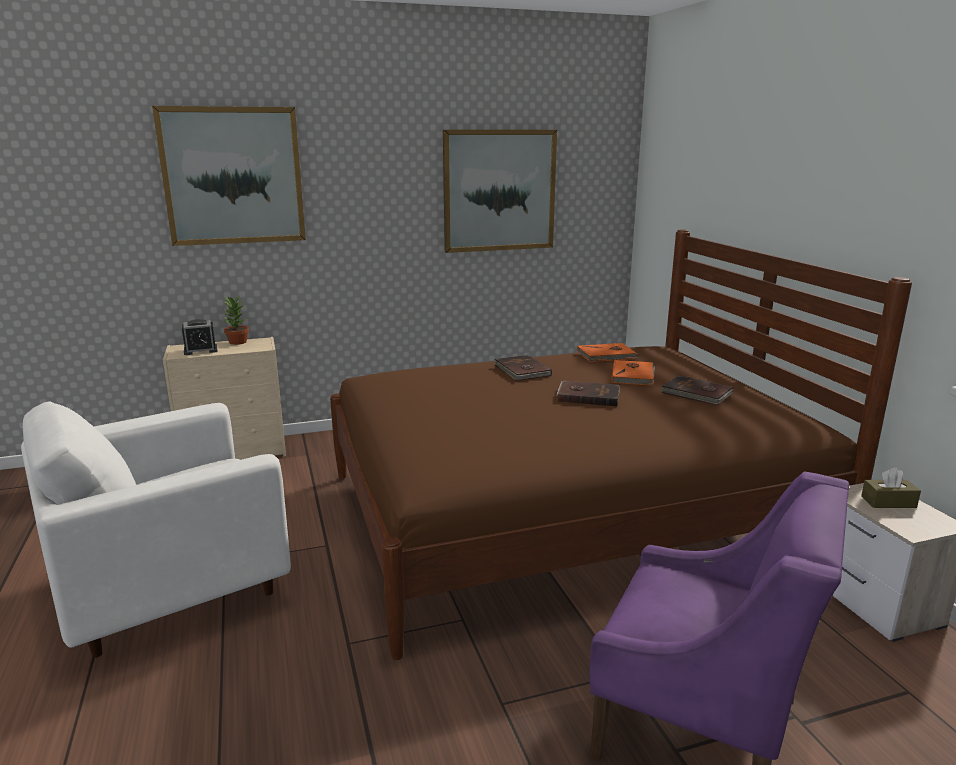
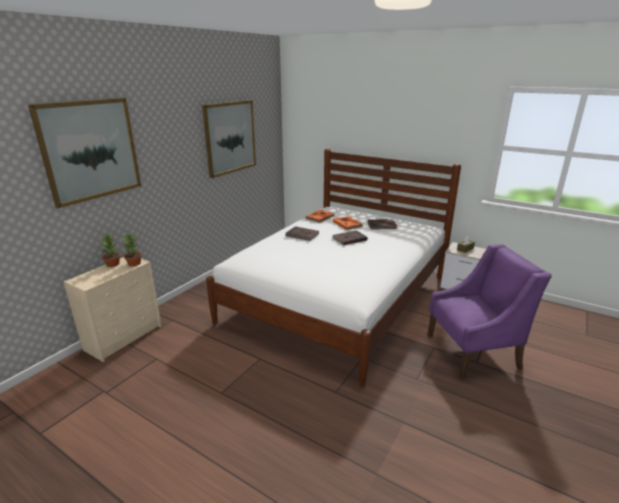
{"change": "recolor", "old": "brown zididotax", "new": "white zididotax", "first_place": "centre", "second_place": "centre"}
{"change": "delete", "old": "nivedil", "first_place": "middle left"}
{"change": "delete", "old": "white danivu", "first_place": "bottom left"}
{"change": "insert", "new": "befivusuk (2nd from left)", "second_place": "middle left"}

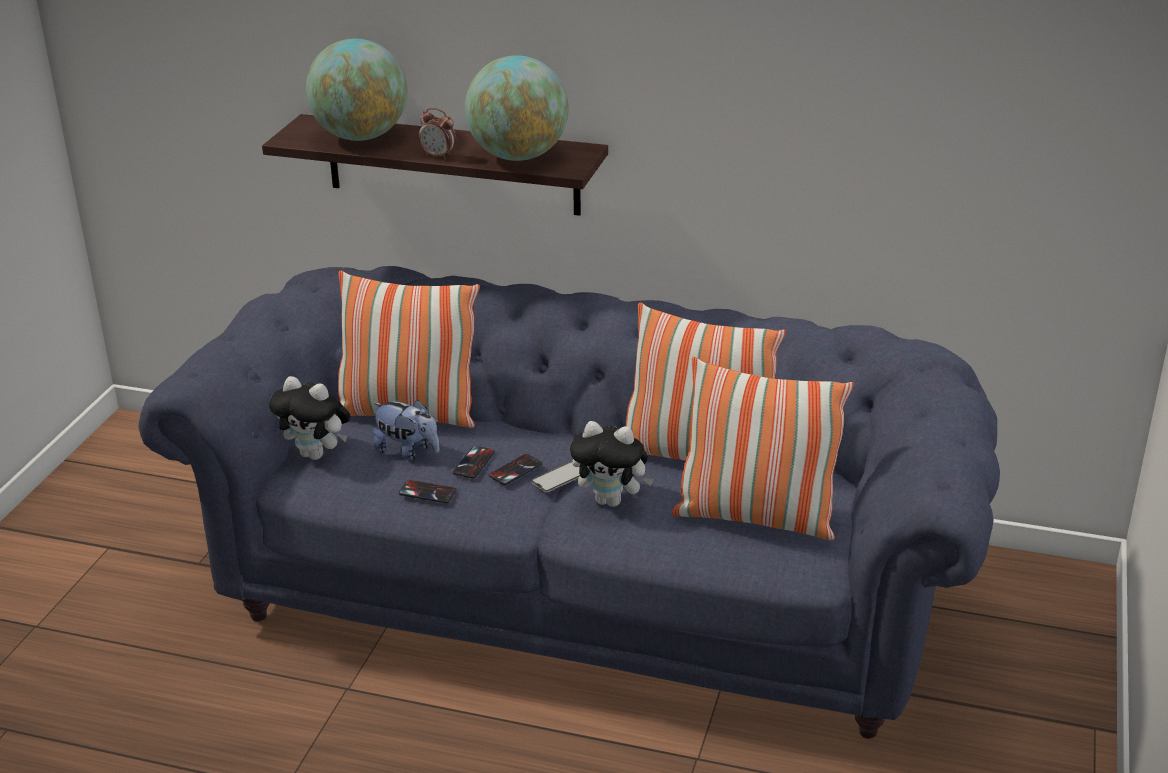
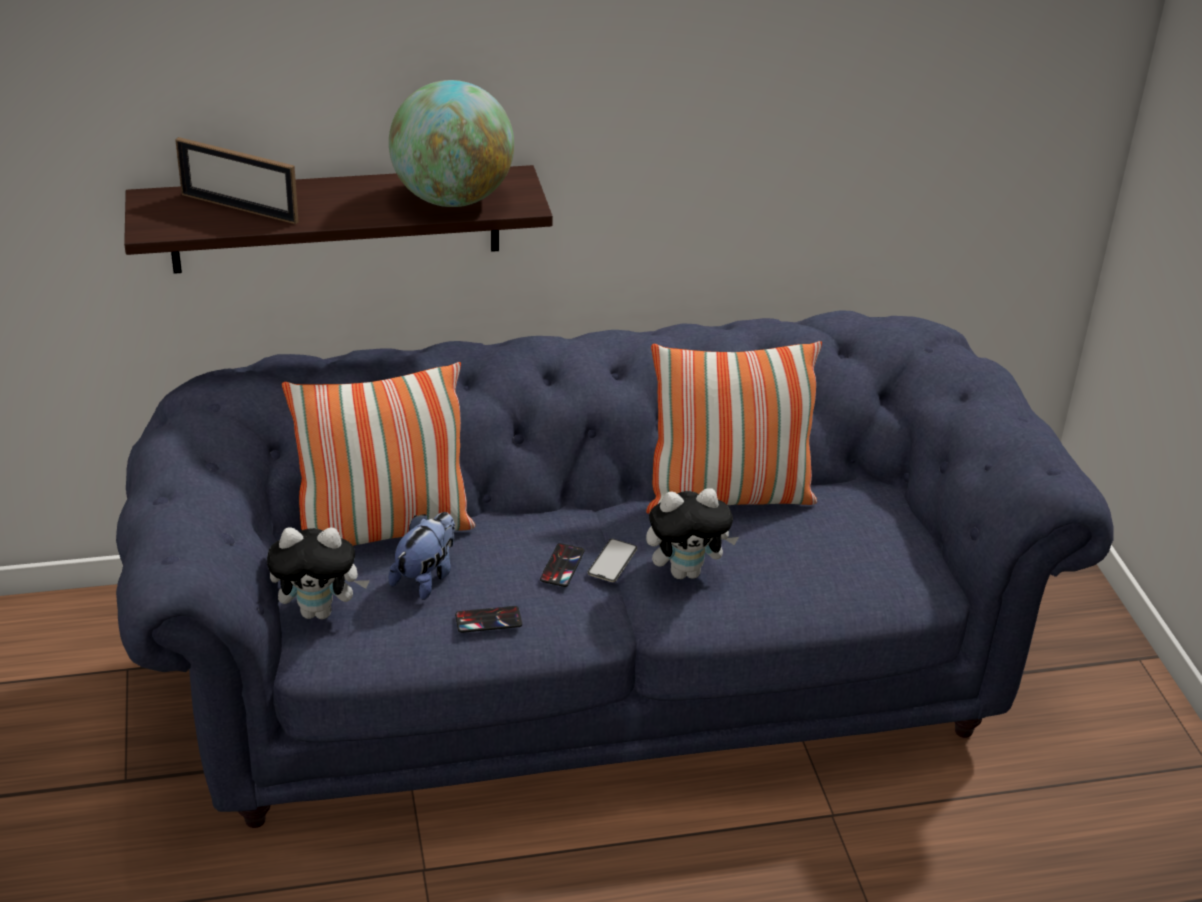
{"change": "replace", "old": "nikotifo (1st from left)", "new": "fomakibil", "first_place": "top left", "second_place": "top left"}
{"change": "delete", "old": "nivedil", "first_place": "top centre"}
{"change": "delete", "old": "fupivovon (3rd from left)", "first_place": "centre"}
{"change": "rotate", "old": "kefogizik (2nd from left)", "first_place": "centre", "second_place": "centre", "degrees": -60}
{"change": "delete", "old": "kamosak (2nd from left)", "first_place": "centre"}

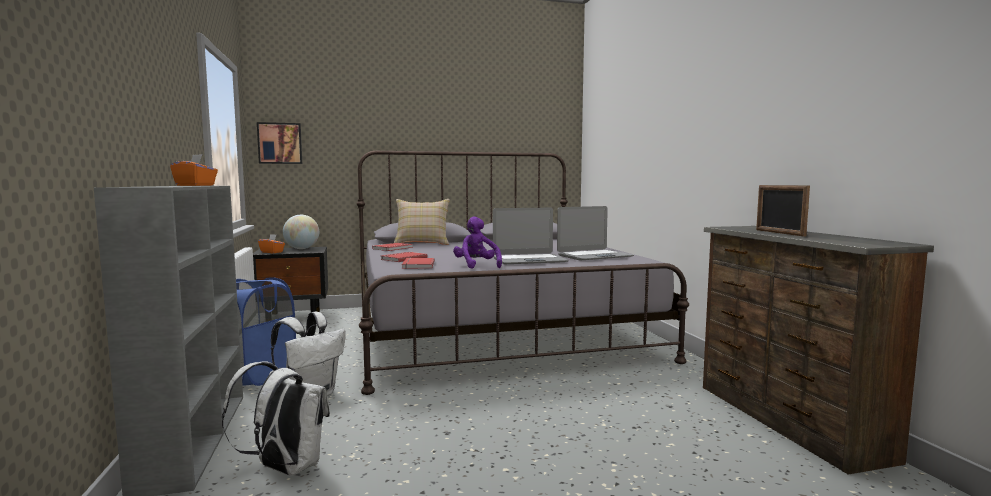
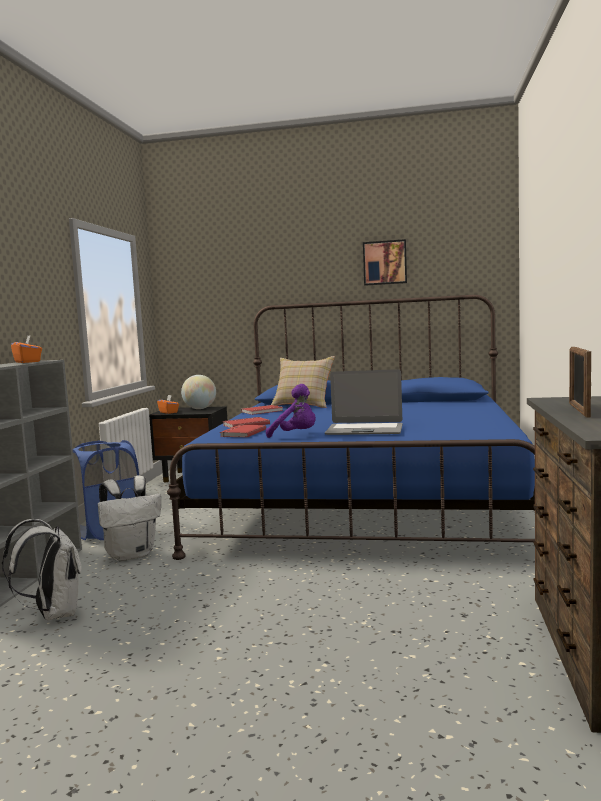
{"change": "move", "old": "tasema", "first_place": "top left", "second_place": "top centre"}
{"change": "recolor", "old": "grey zididotax", "new": "blue zididotax", "first_place": "centre", "second_place": "centre"}
{"change": "delete", "old": "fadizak (2nd from left)", "first_place": "centre"}
{"change": "rotate", "old": "purple kefogizik", "first_place": "centre", "second_place": "centre", "degrees": 120}

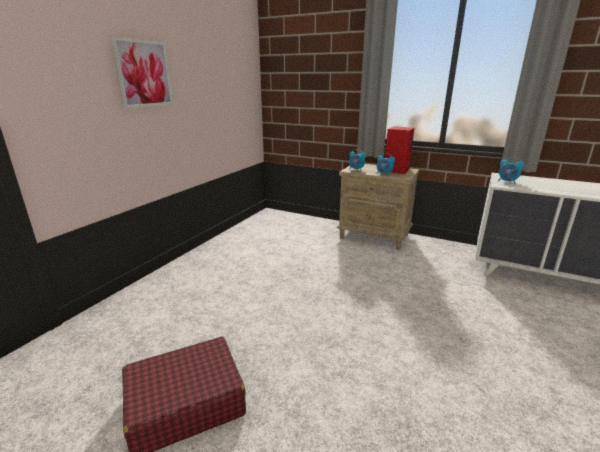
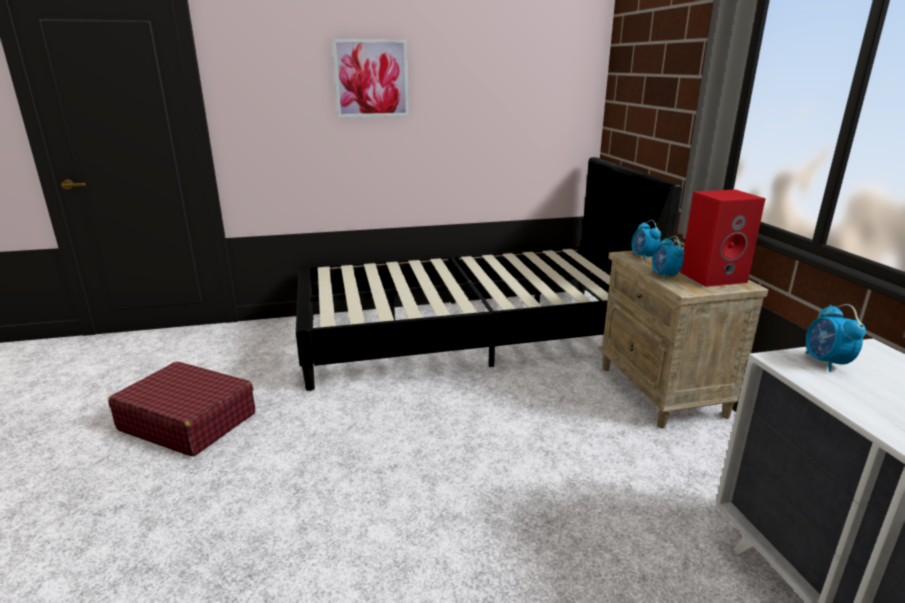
{"change": "insert", "new": "black zididotax", "second_place": "centre"}

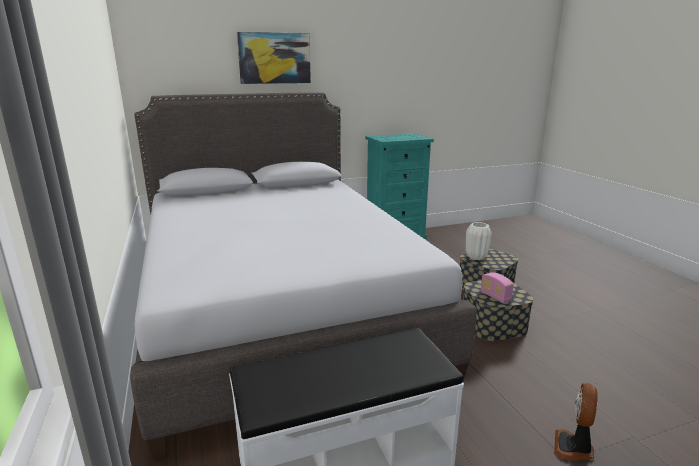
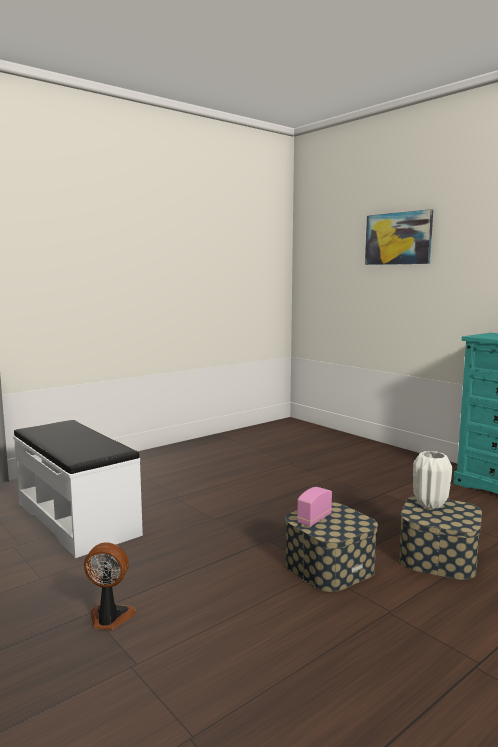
{"change": "delete", "old": "grey zididotax", "first_place": "centre"}

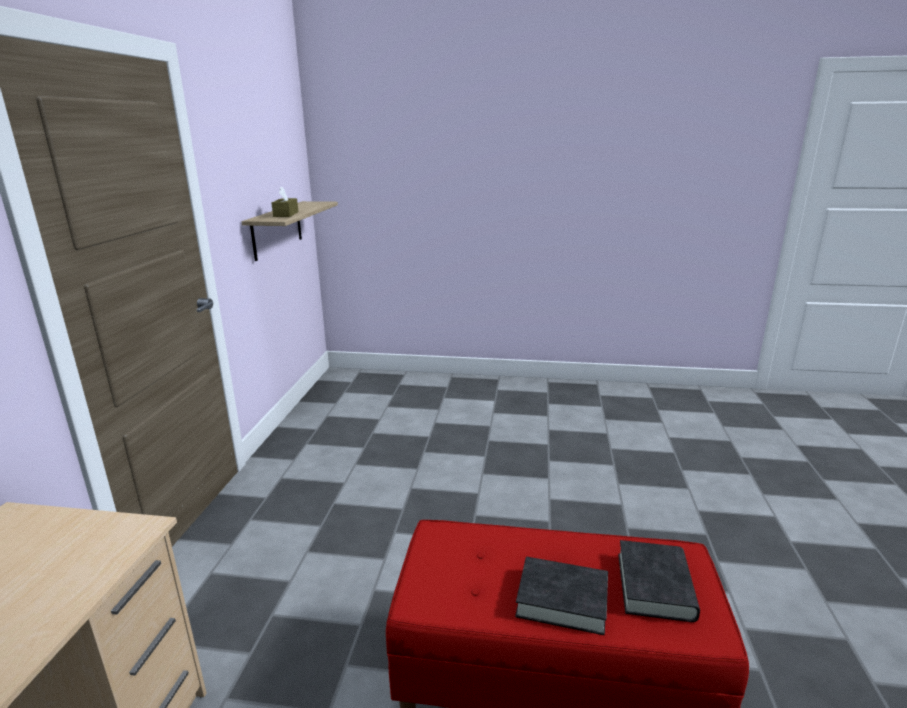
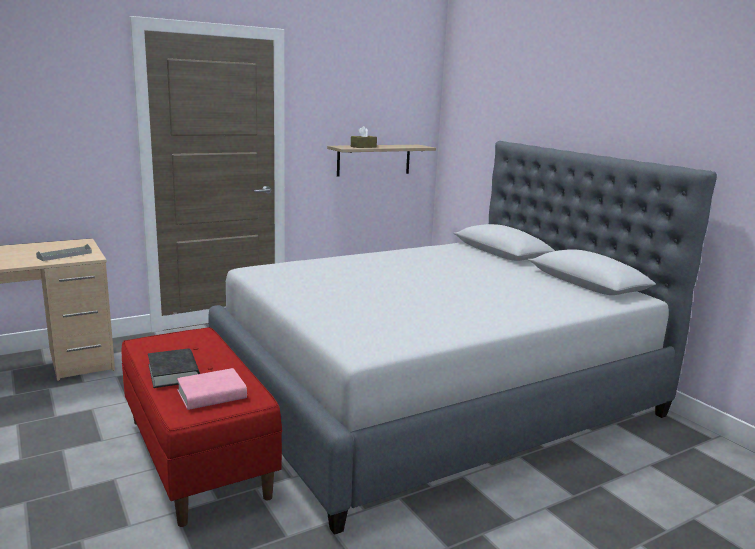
{"change": "recolor", "old": "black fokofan (2nd from left)", "new": "pink fokofan", "first_place": "bottom right", "second_place": "bottom left"}
{"change": "insert", "new": "grey zididotax", "second_place": "centre"}
{"change": "insert", "new": "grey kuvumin", "second_place": "middle left"}

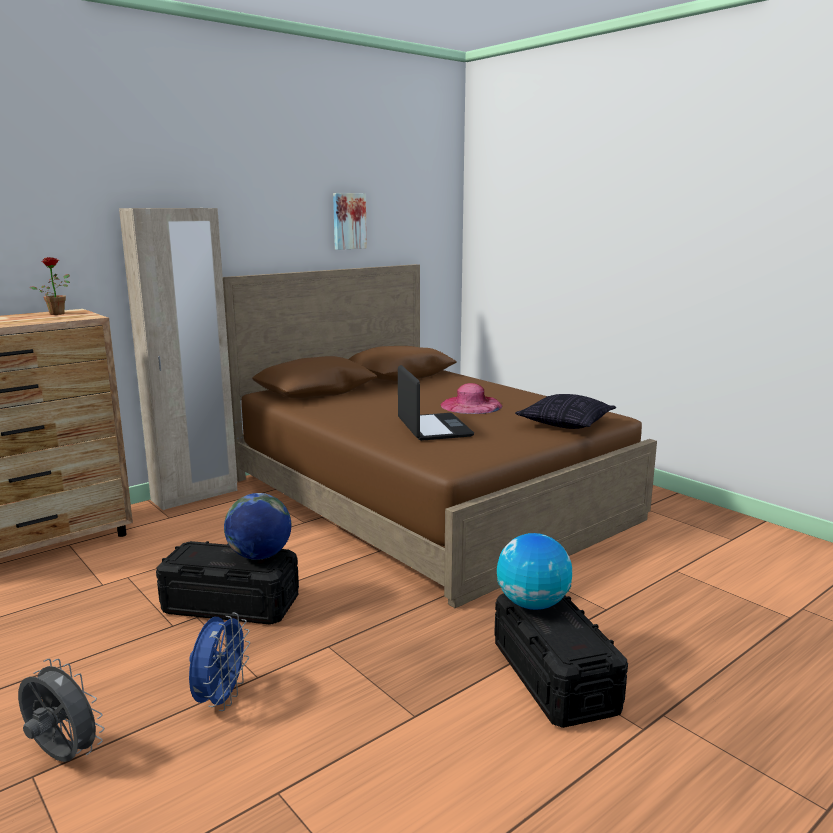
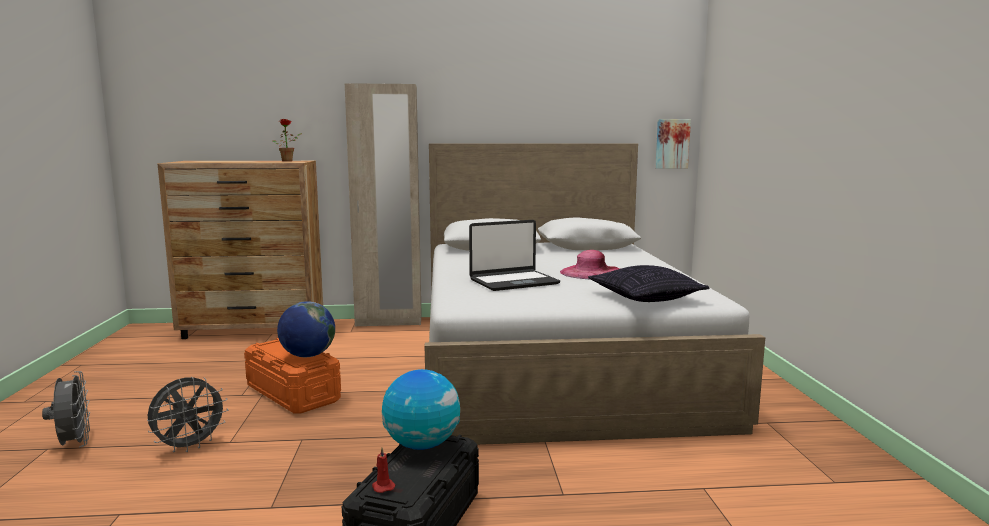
{"change": "move", "old": "tasema", "first_place": "top centre", "second_place": "top right"}
{"change": "recolor", "old": "brown zididotax", "new": "white zididotax", "first_place": "centre", "second_place": "centre"}
{"change": "rotate", "old": "fadizak", "first_place": "centre", "second_place": "centre", "degrees": 45}
{"change": "recolor", "old": "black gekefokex (1st from left)", "new": "orange gekefokex", "first_place": "bottom left", "second_place": "bottom left"}
{"change": "recolor", "old": "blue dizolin", "new": "grey dizolin (2nd from left)", "first_place": "bottom left", "second_place": "bottom left"}
{"change": "insert", "new": "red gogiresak", "second_place": "bottom centre"}

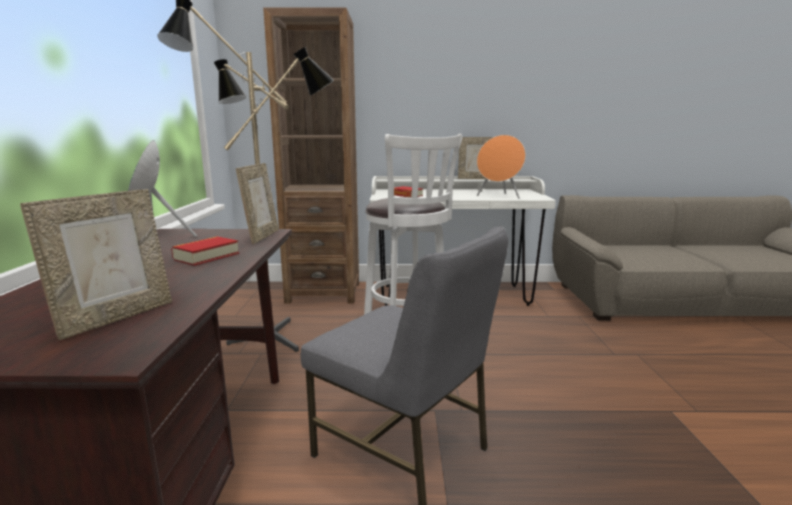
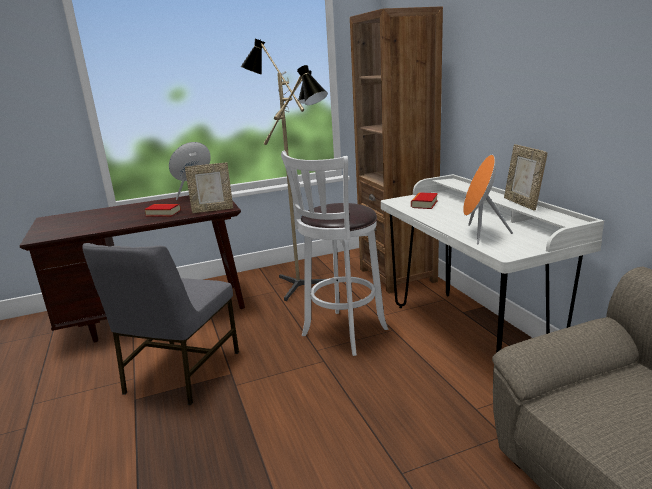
{"change": "delete", "old": "fomakibil (1st from left)", "first_place": "middle left"}

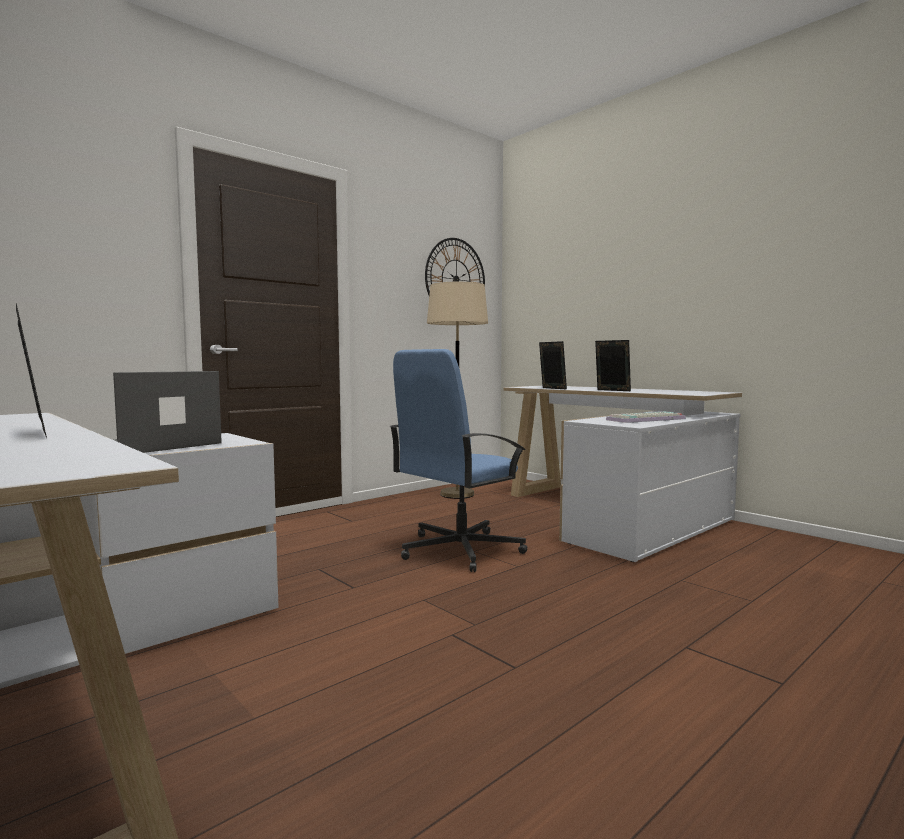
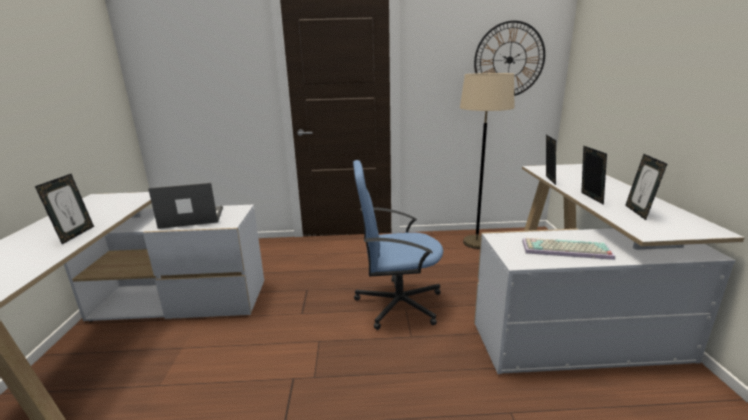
{"change": "insert", "new": "fomakibil (4th from left)", "second_place": "middle right"}

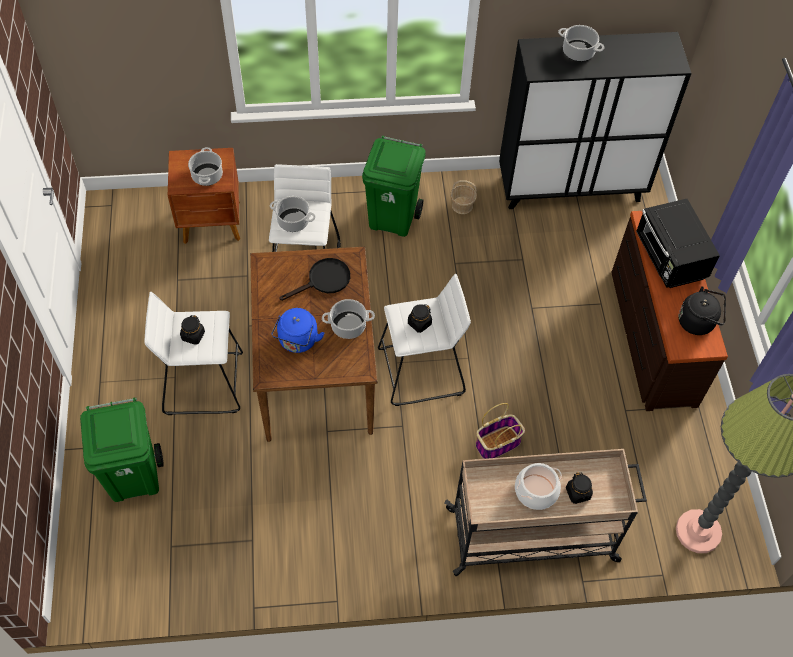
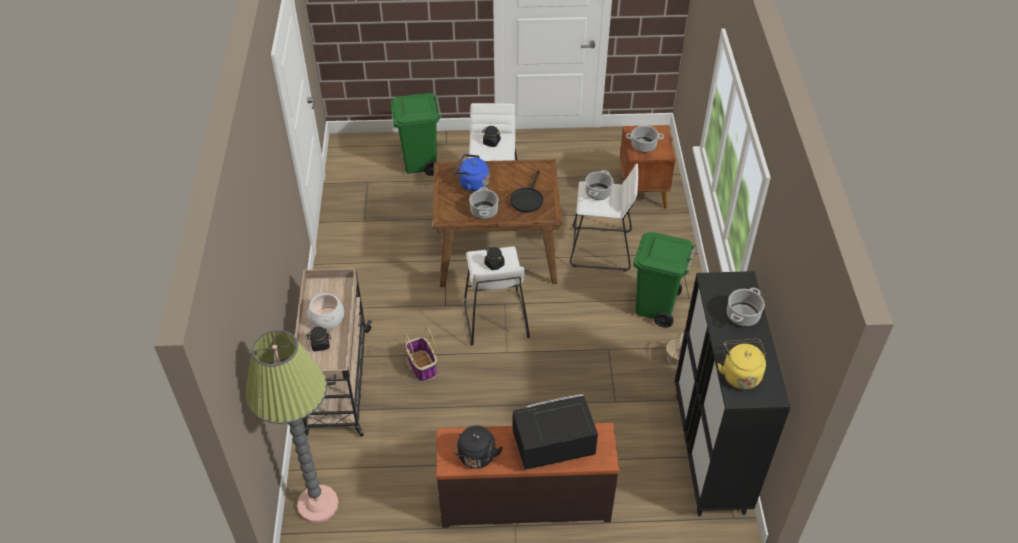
{"change": "rotate", "old": "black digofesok", "first_place": "centre", "second_place": "centre", "degrees": 45}
{"change": "insert", "new": "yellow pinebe", "second_place": "bottom right"}

